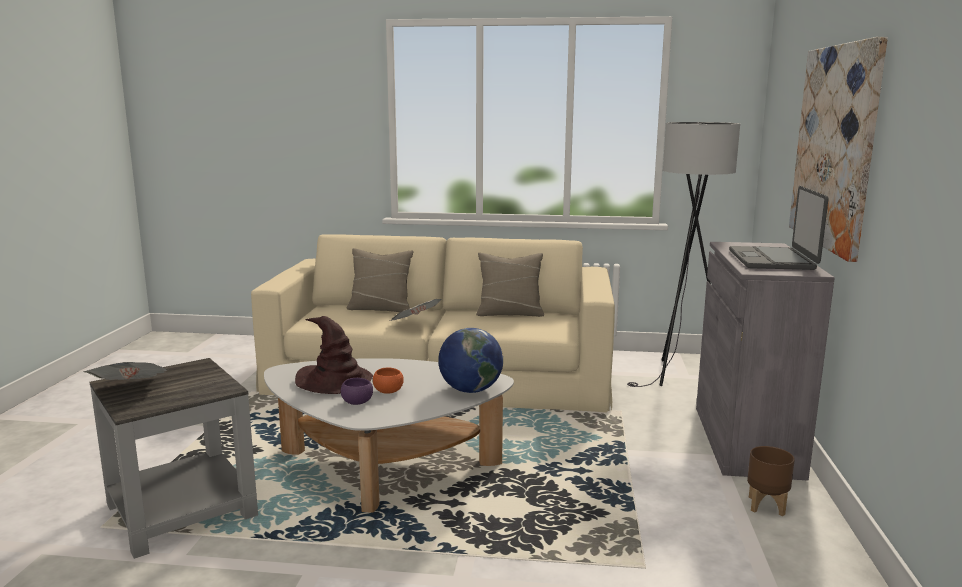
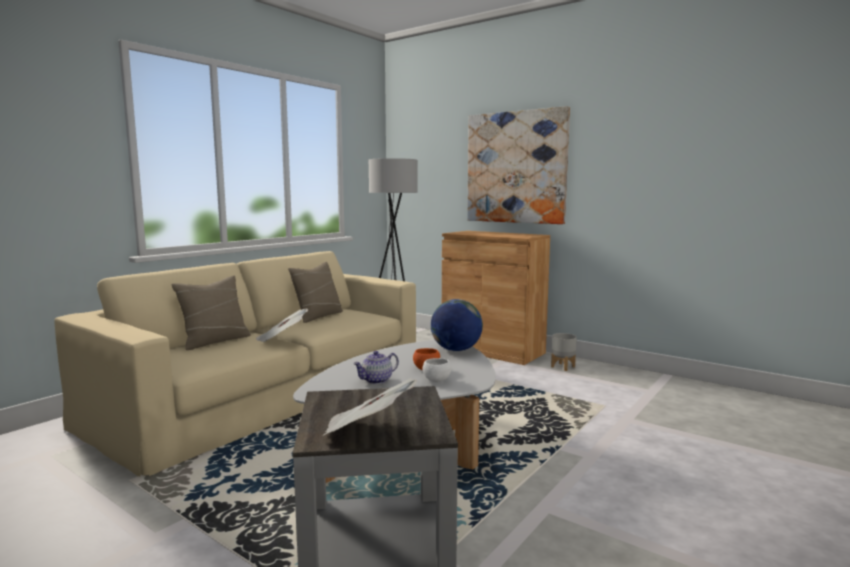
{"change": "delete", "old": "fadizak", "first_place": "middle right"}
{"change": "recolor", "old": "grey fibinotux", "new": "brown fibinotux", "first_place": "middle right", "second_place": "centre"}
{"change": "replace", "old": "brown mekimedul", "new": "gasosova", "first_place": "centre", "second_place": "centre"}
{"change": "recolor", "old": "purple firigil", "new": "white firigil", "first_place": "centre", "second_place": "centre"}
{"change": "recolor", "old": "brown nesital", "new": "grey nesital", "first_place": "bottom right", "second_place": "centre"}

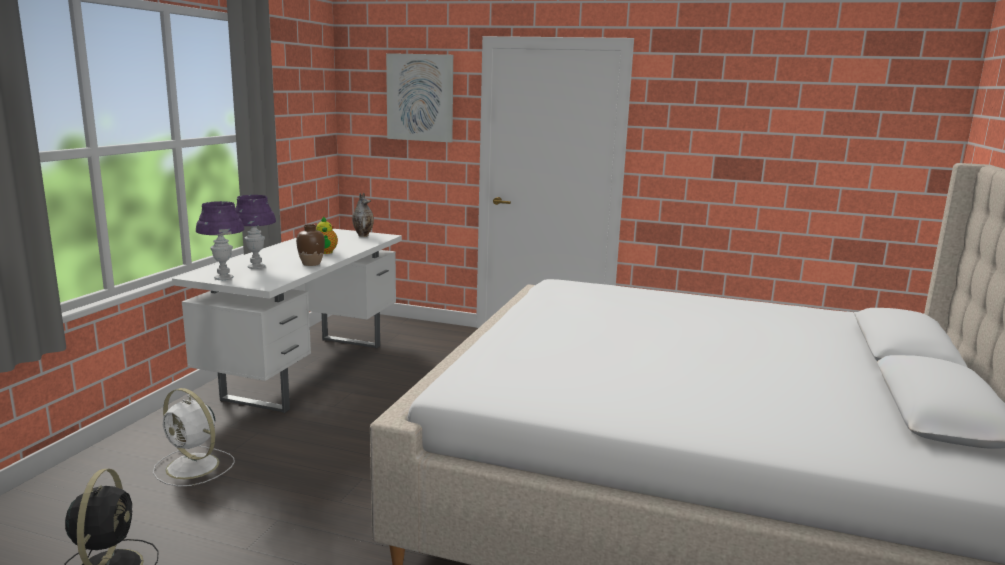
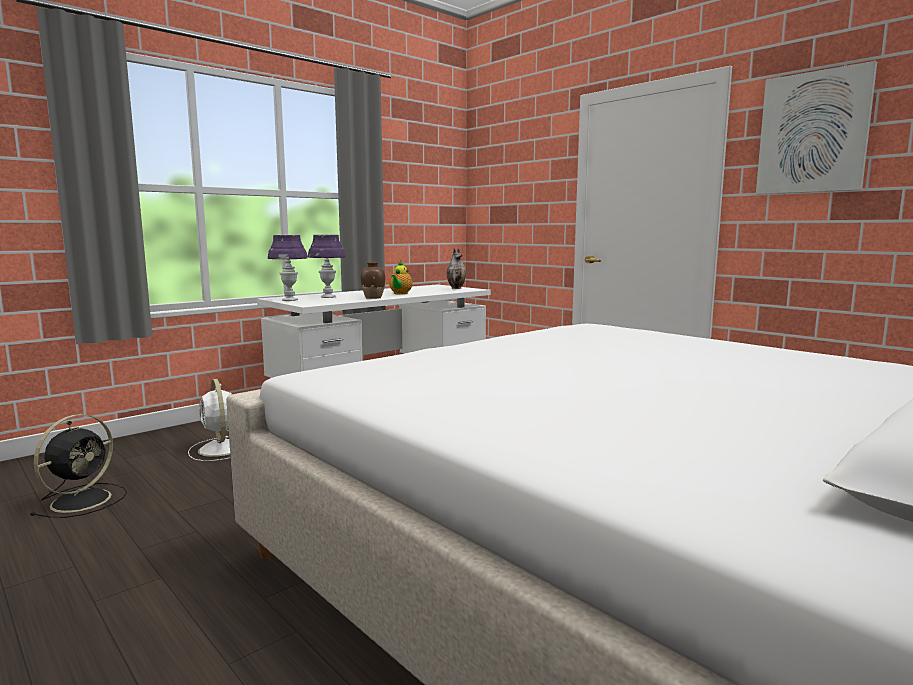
{"change": "move", "old": "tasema", "first_place": "top centre", "second_place": "top right"}

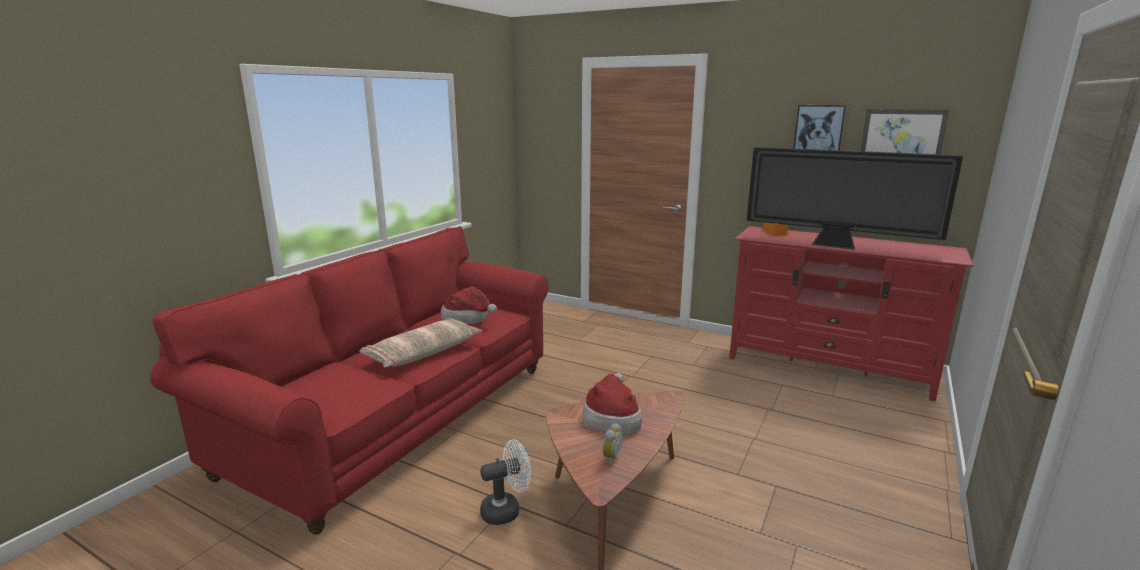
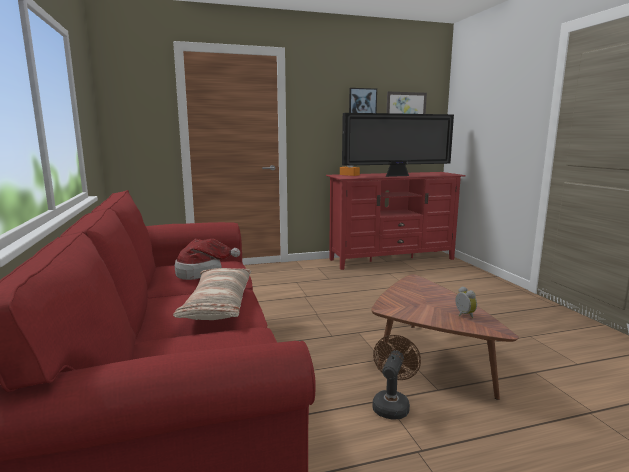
{"change": "delete", "old": "mekimedul (2nd from left)", "first_place": "bottom centre"}
{"change": "recolor", "old": "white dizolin", "new": "brown dizolin", "first_place": "bottom centre", "second_place": "bottom centre"}

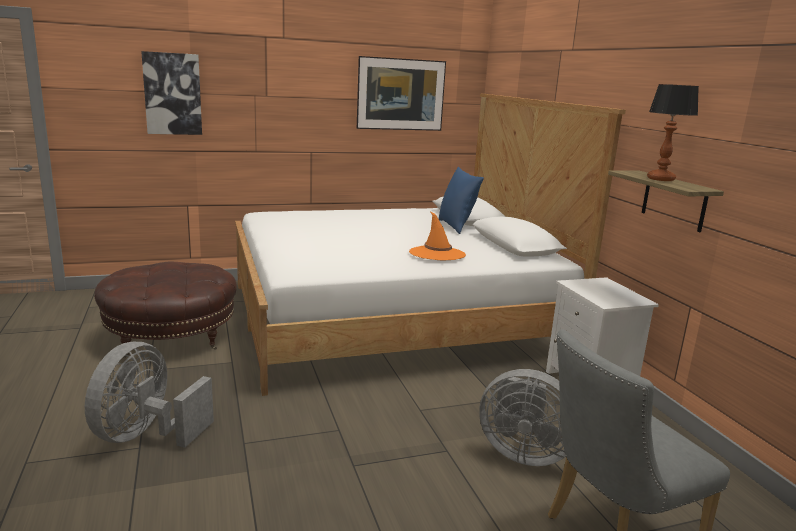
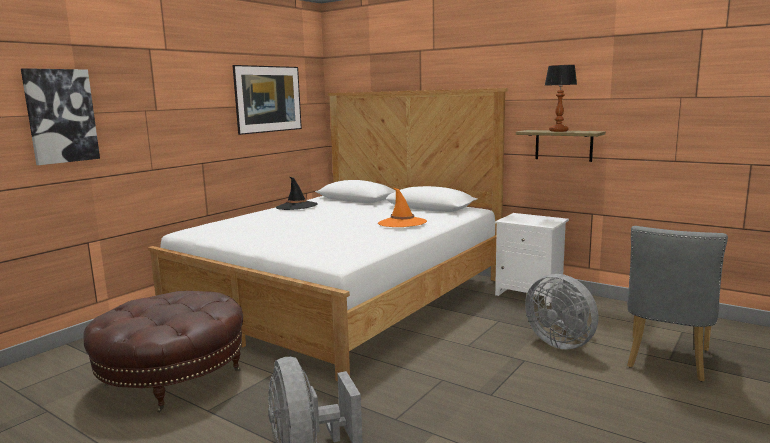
{"change": "delete", "old": "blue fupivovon", "first_place": "centre"}
{"change": "rotate", "old": "grey dizolin (2nd from left)", "first_place": "bottom centre", "second_place": "bottom right", "degrees": 60}
{"change": "insert", "new": "black mekimedul", "second_place": "centre"}

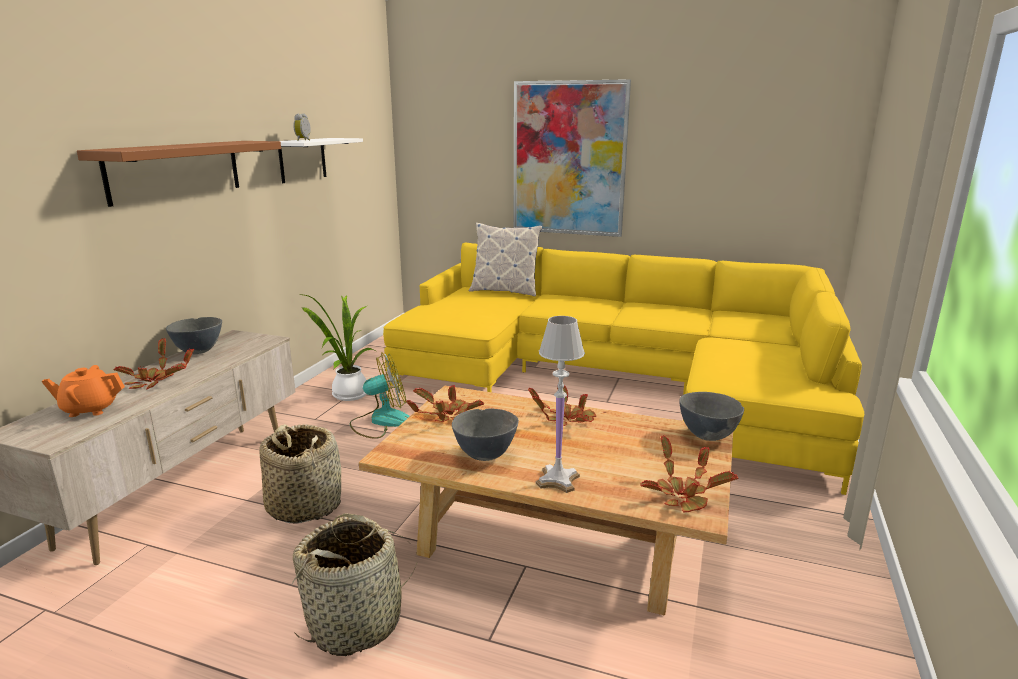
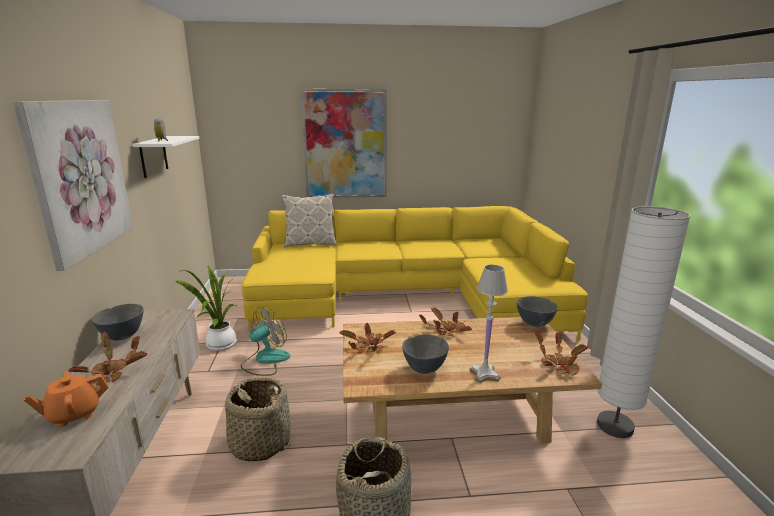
{"change": "replace", "old": "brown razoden", "new": "tasema (1st from left)", "first_place": "top left", "second_place": "middle left"}
{"change": "insert", "new": "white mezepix", "second_place": "middle right"}

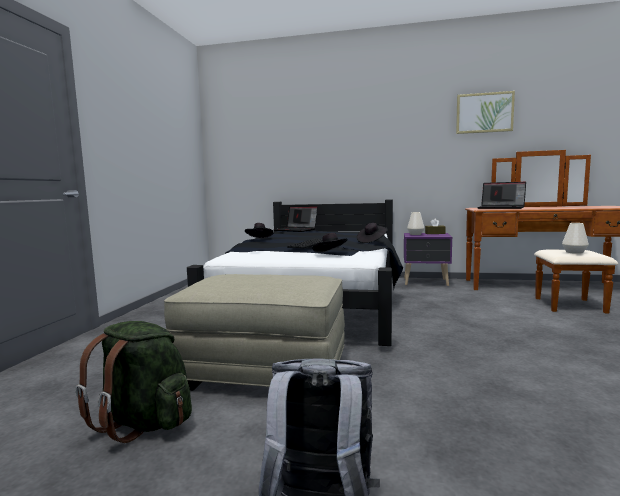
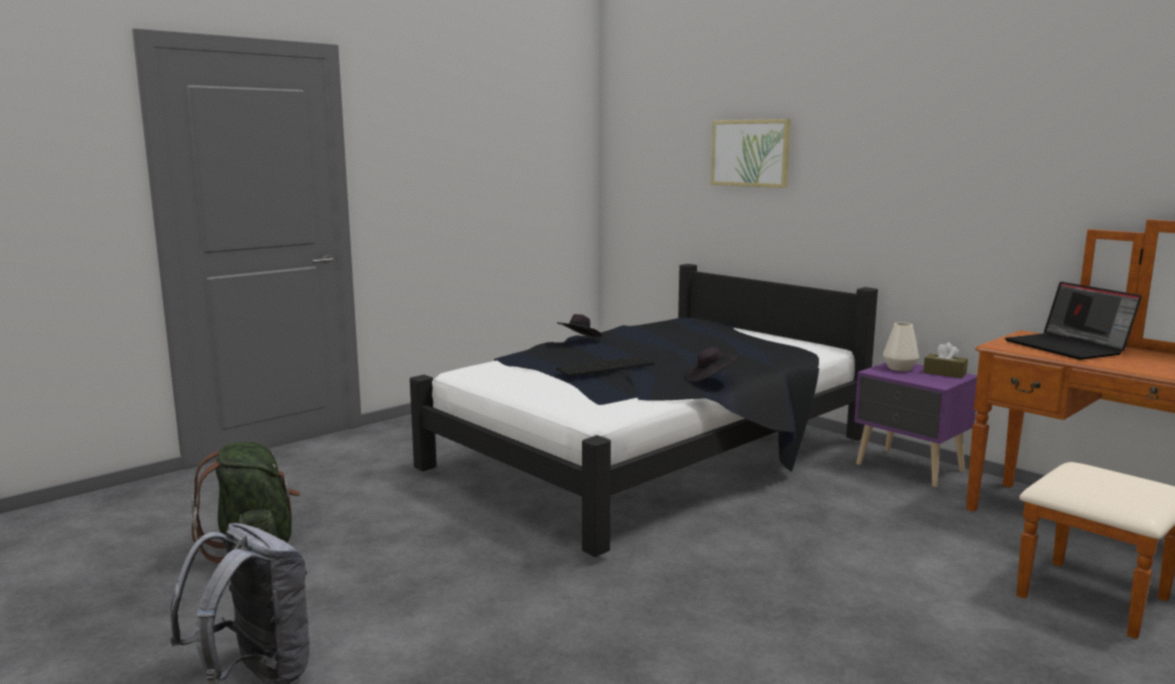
{"change": "move", "old": "tasema", "first_place": "top right", "second_place": "top centre"}
{"change": "delete", "old": "fadizak (1st from left)", "first_place": "centre"}
{"change": "delete", "old": "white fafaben (2nd from left)", "first_place": "middle right"}
{"change": "delete", "old": "black mekimedul (2nd from left)", "first_place": "centre"}
{"change": "delete", "old": "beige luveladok", "first_place": "bottom centre"}

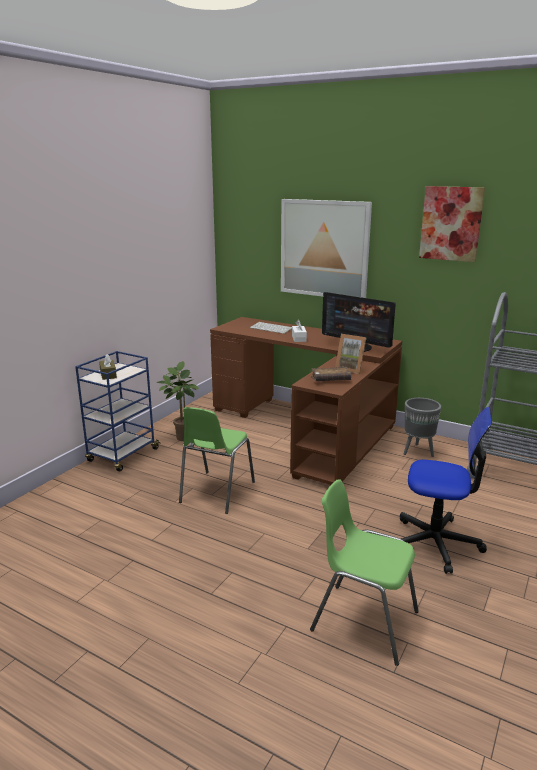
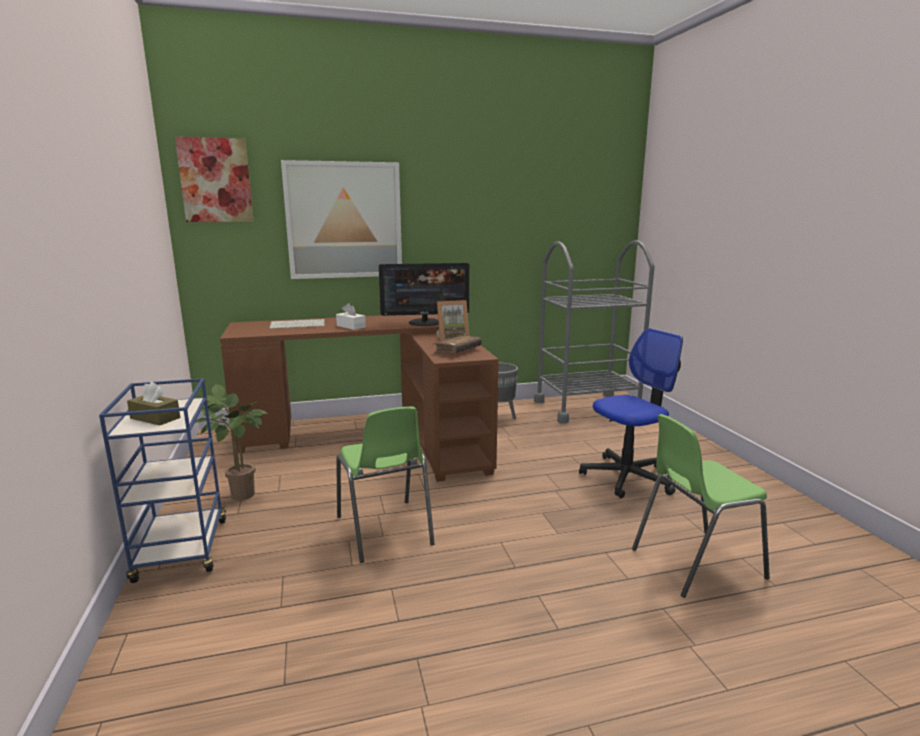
{"change": "move", "old": "tasema (2nd from left in the first image)", "new": "tasema (1st from left)", "first_place": "top right", "second_place": "top left"}

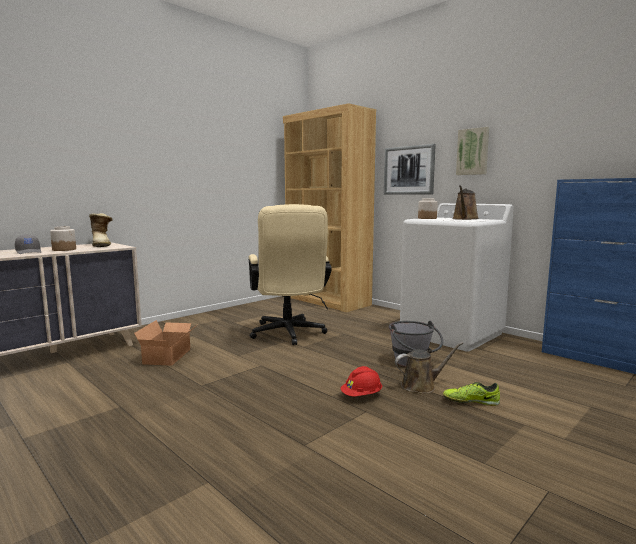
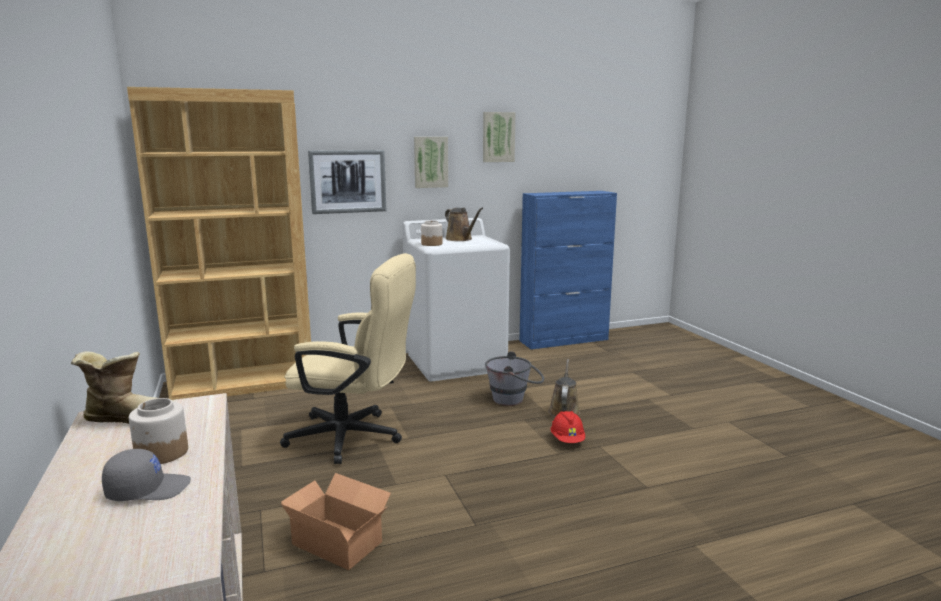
{"change": "delete", "old": "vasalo", "first_place": "bottom right"}
{"change": "insert", "new": "tasema (3rd from left)", "second_place": "top centre"}

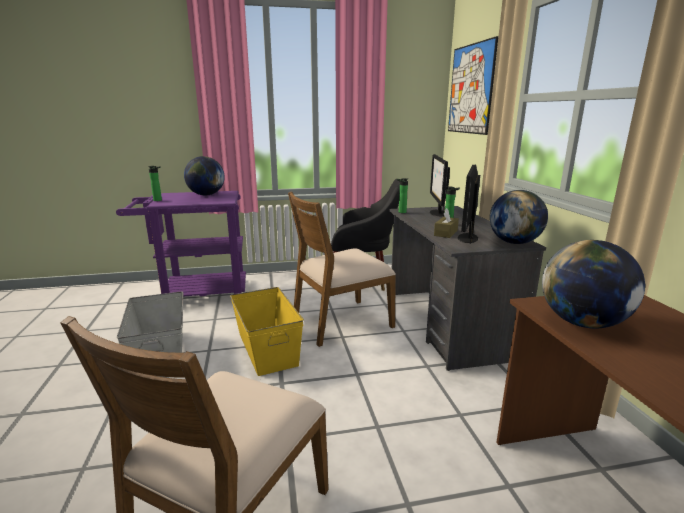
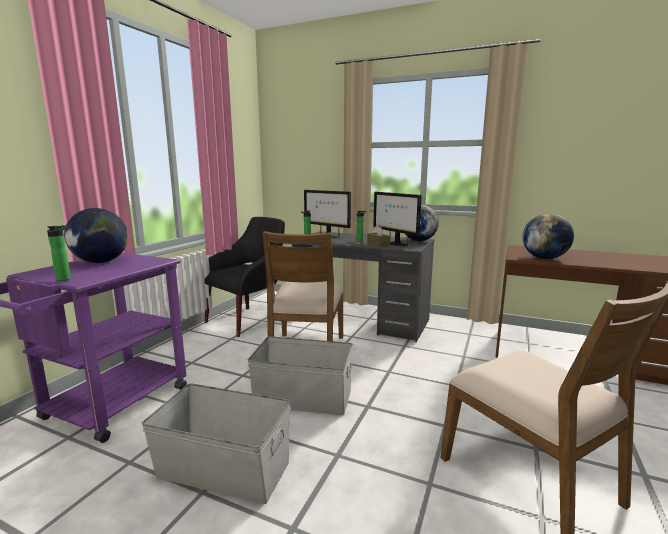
{"change": "delete", "old": "tasema", "first_place": "top right"}
{"change": "recolor", "old": "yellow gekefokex", "new": "grey gekefokex (2nd from left)", "first_place": "centre", "second_place": "bottom centre"}

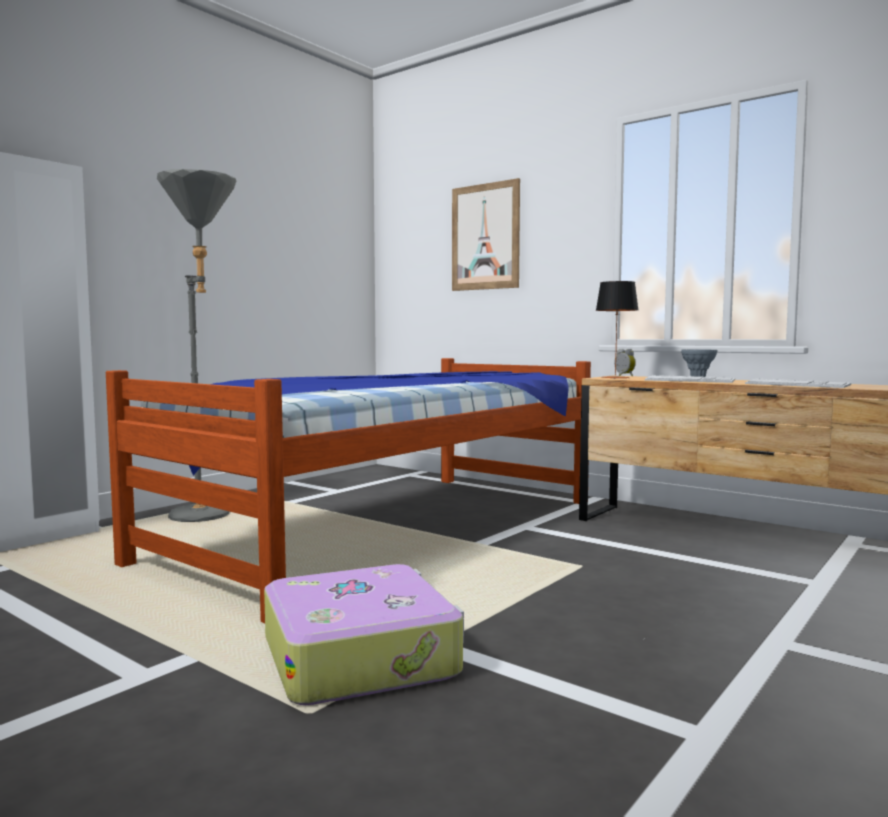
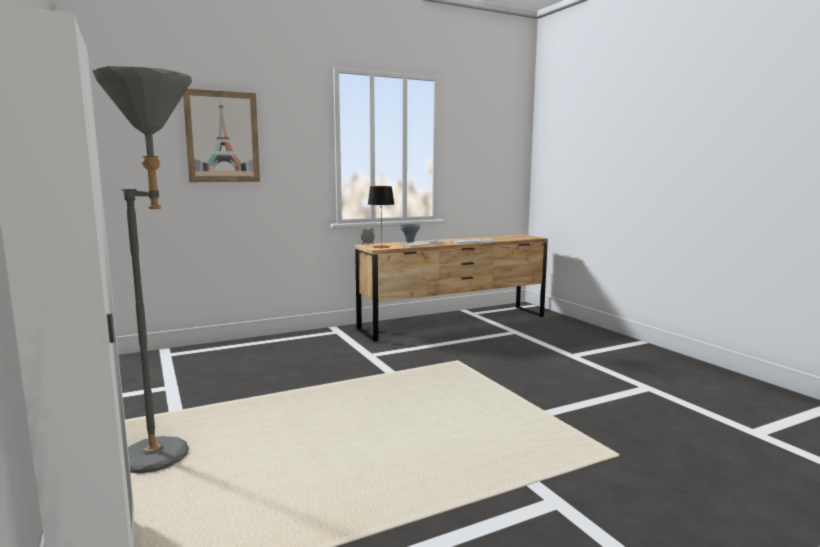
{"change": "delete", "old": "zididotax", "first_place": "centre"}
{"change": "delete", "old": "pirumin", "first_place": "bottom centre"}

